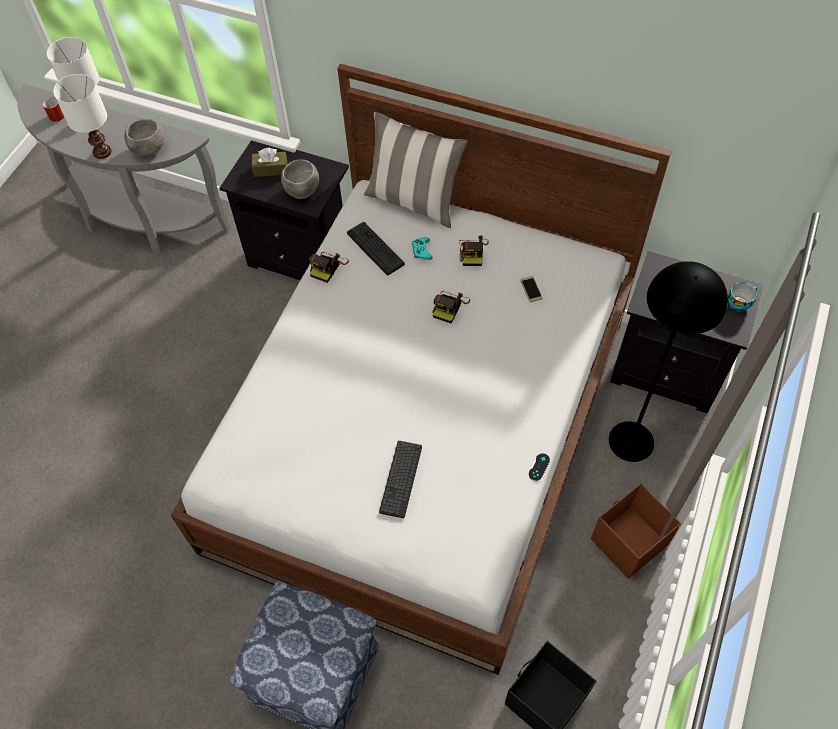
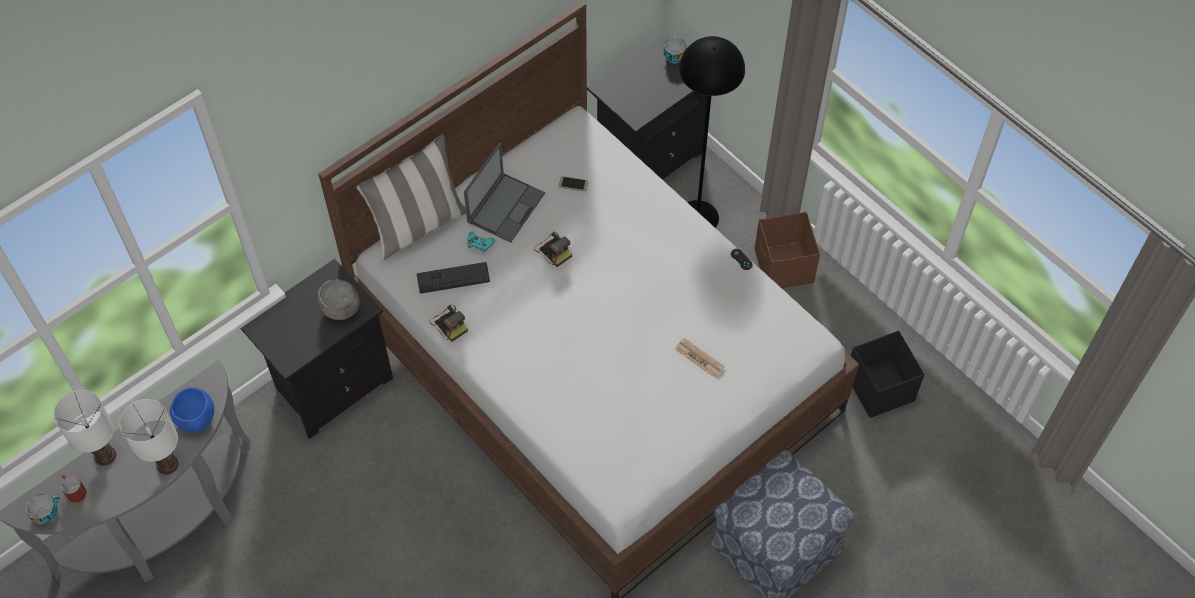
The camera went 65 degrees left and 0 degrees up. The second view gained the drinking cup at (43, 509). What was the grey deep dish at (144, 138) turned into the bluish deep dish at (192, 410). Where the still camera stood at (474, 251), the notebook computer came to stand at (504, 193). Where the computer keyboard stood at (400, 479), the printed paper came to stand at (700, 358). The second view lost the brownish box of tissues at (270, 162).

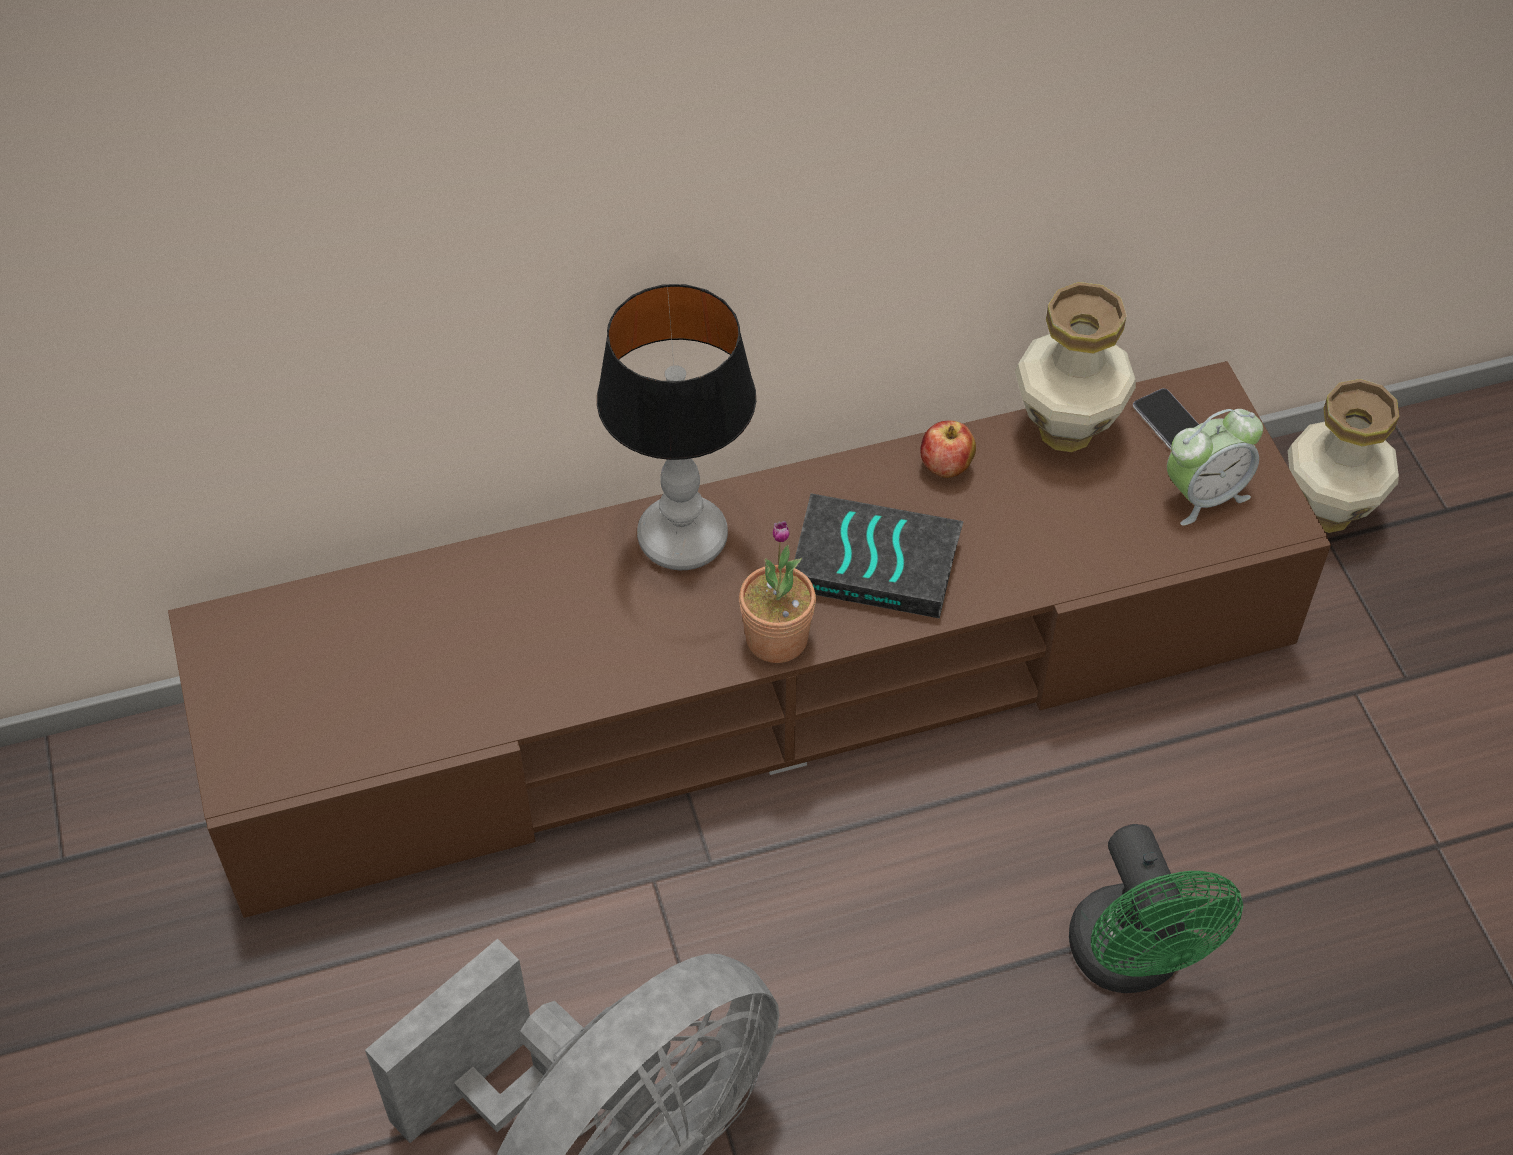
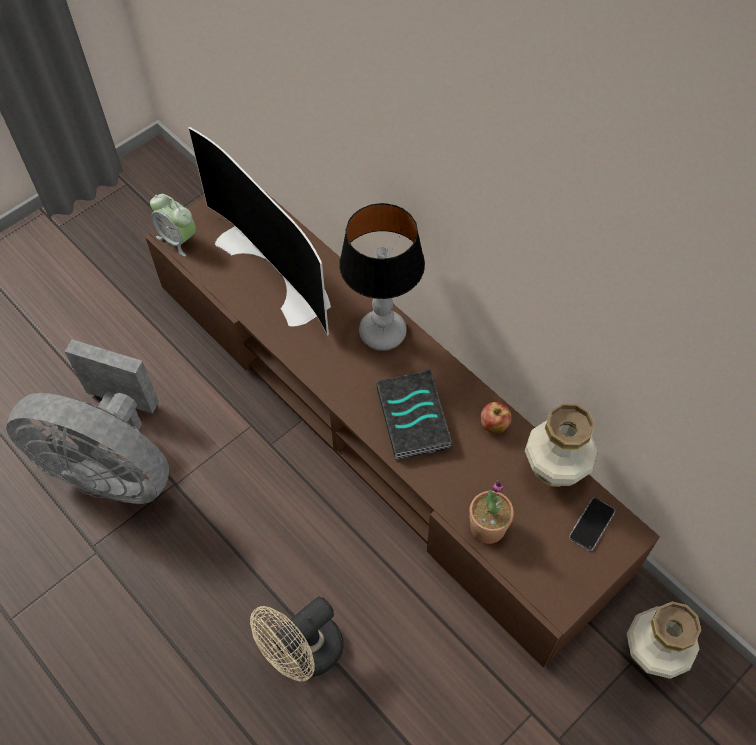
The camera went 65 degrees right and 5 degrees up. The table clock ended up elsewhere, having gone from (1215, 467) to (173, 225). The second view gained the TV set at (259, 231). What was the greenish fan at (1156, 908) turned into the sand-coloured fan at (297, 639). The houseplant ended up elsewhere, having gone from (777, 592) to (491, 512).

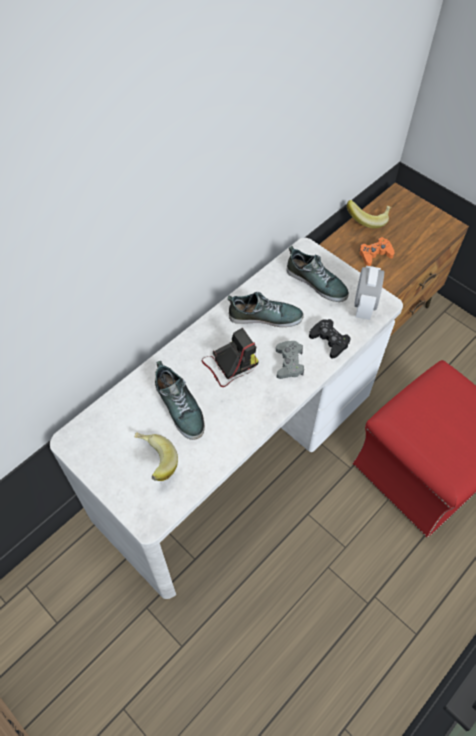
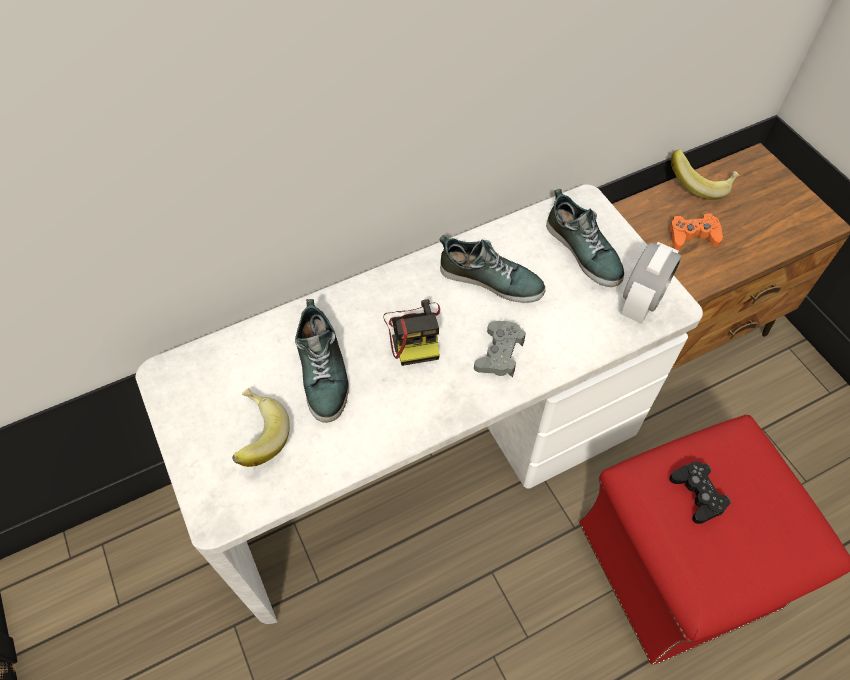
The camera went 20 degrees right and 0 degrees up. The still camera at (230, 357) ended up facing another way, 90 degrees clockwise from before. The black game controller ended up elsewhere, having gone from (330, 338) to (700, 493).

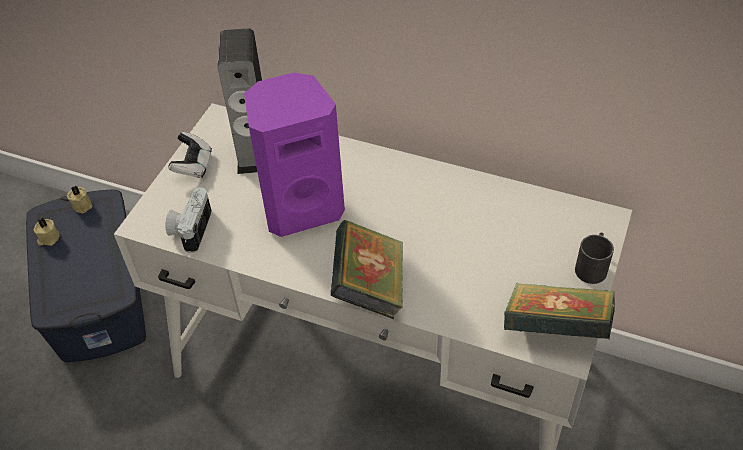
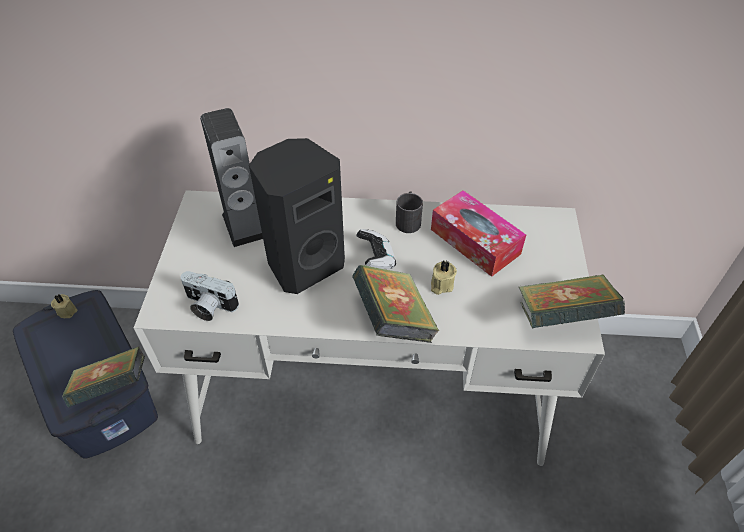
The camera went 20 degrees left and 0 degrees up. The second view gained the volume at (103, 377). The still camera at (188, 220) ended up facing another way, 60 degrees counterclockwise from before. What was the purplish loudspeaker at (294, 155) turned into the black loudspeaker at (297, 216). The game controller ended up elsewhere, having gone from (190, 155) to (376, 249). The black mug ended up elsewhere, having gone from (594, 258) to (409, 212). The second view gained the box of tissues at (478, 233). The sand-coloured wax candle ended up elsewhere, having gone from (46, 232) to (444, 278).

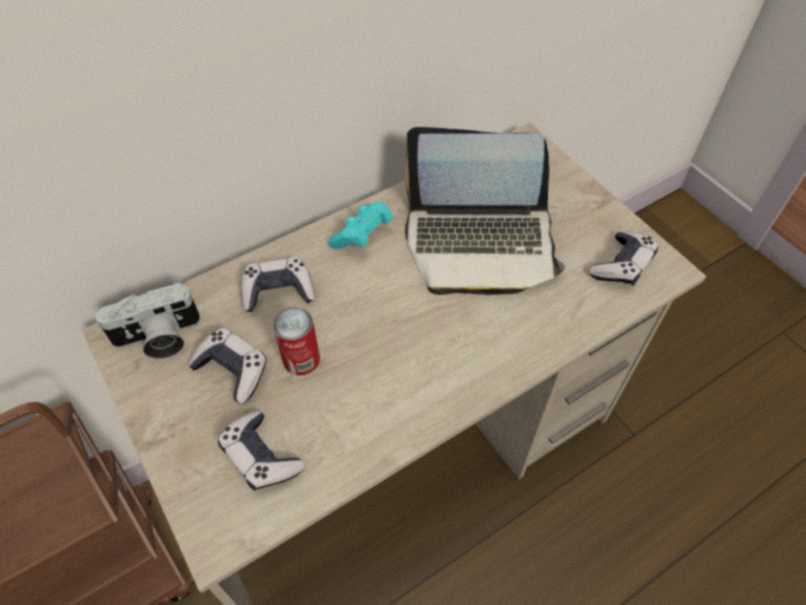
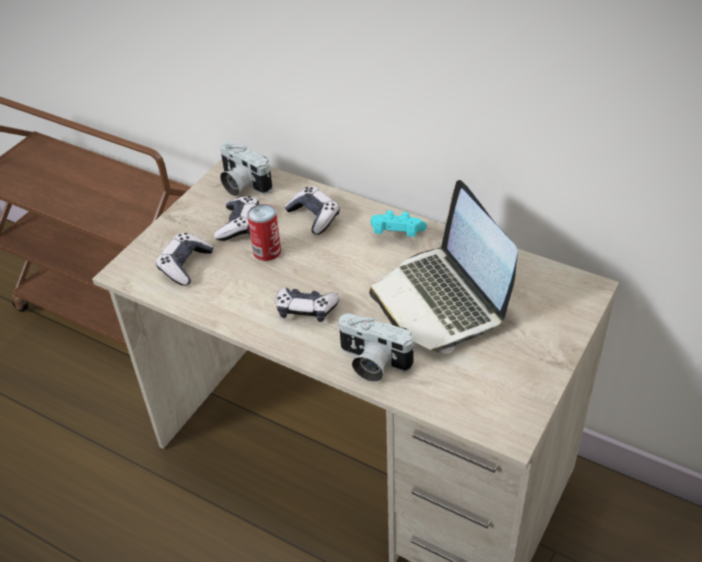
The camera went 65 degrees right and 10 degrees down. The game controller ended up elsewhere, having gone from (623, 258) to (307, 304). The second view gained the still camera at (377, 347).

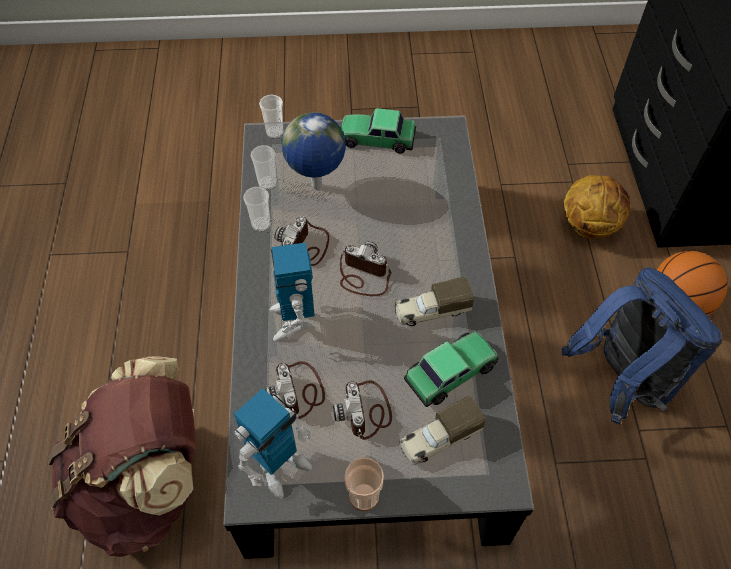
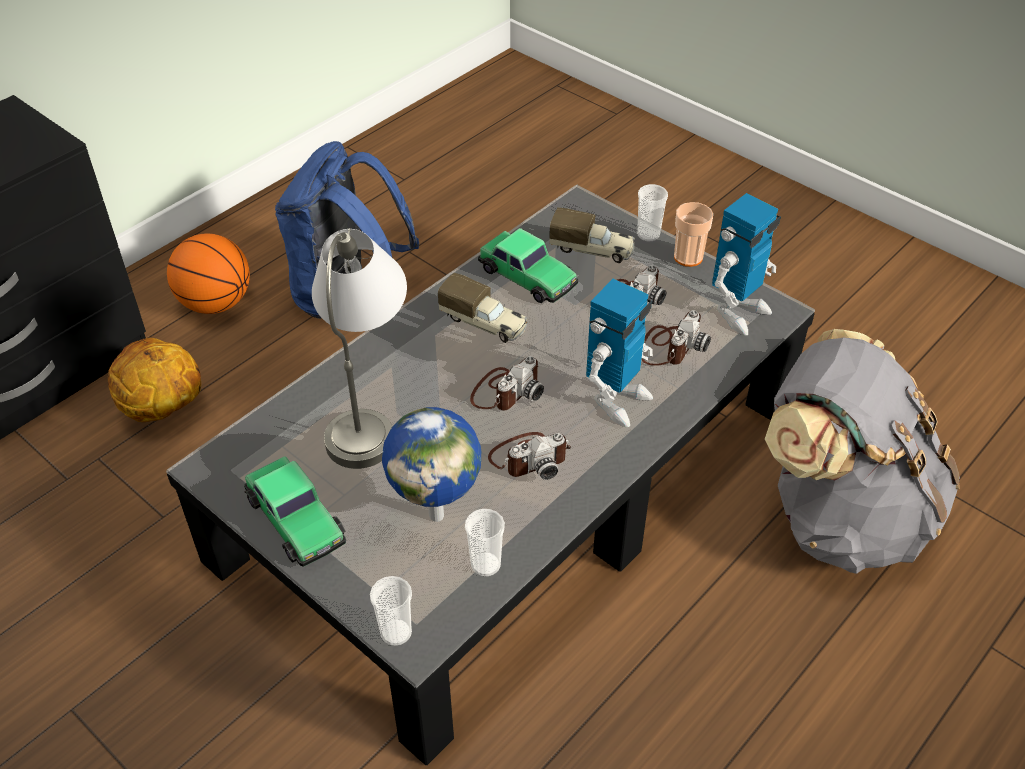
The camera went 135 degrees left and 10 degrees down. The second view gained the grey table lamp at (359, 348). The still camera at (365, 268) ended up facing another way, 120 degrees counterclockwise from before. The miniature car at (451, 369) ended up facing another way, 150 degrees counterclockwise from before. The drinking cup ended up elsewhere, having gone from (257, 209) to (652, 212). The model robot at (273, 443) ended up facing another way, 135 degrees clockwise from before. What was the brownish backpack at (122, 456) turned into the grey backpack at (862, 451).

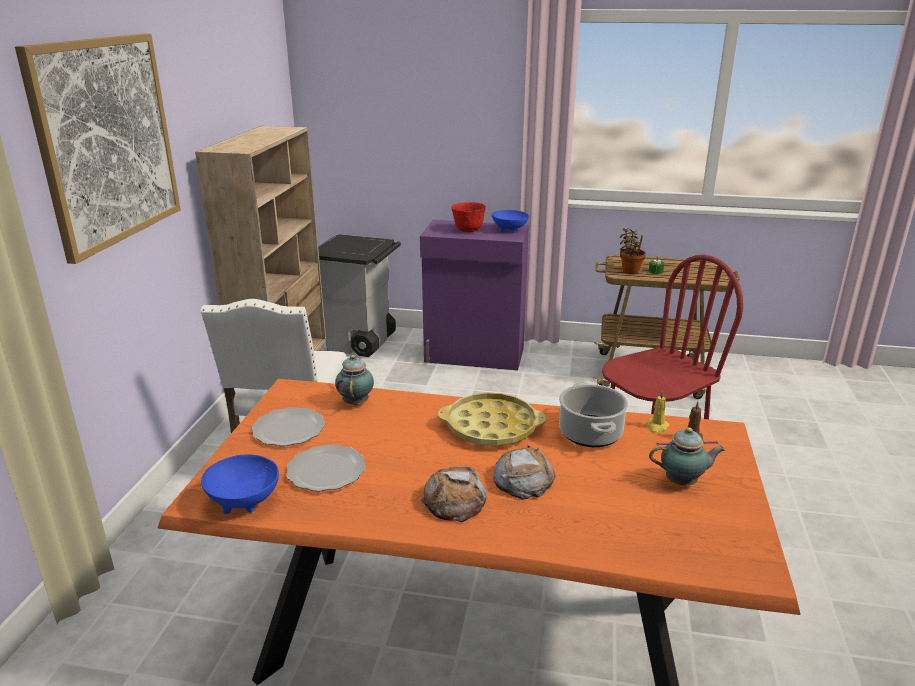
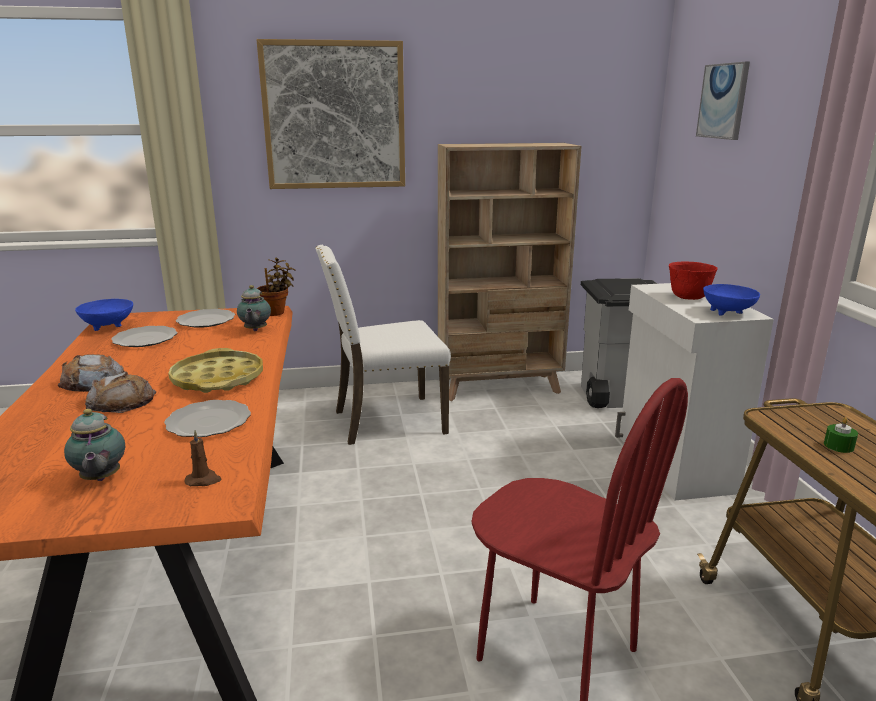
The camera went 70 degrees right and 5 degrees down. Where the saucepot stood at (593, 414), the dinner plate came to stand at (207, 418). The tea pot at (354, 380) ended up facing another way, 105 degrees clockwise from before. The houseplant ended up elsewhere, having gone from (633, 251) to (276, 287). What was the purplish storage cabinet at (474, 295) turned into the white-coloured storage cabinet at (694, 391). The second view gained the picture at (723, 101). The second view lost the yellow wax candle at (658, 411).

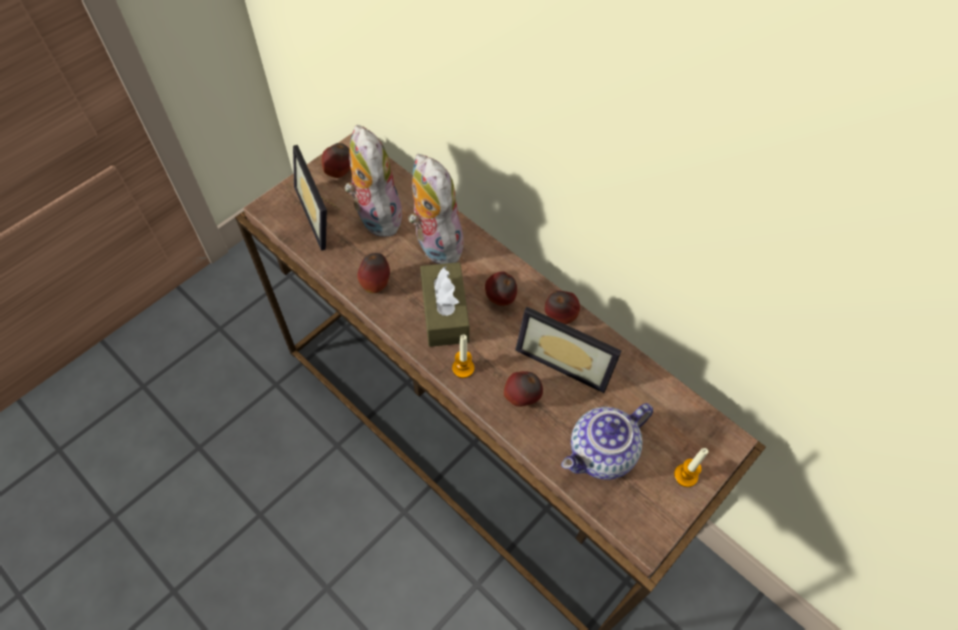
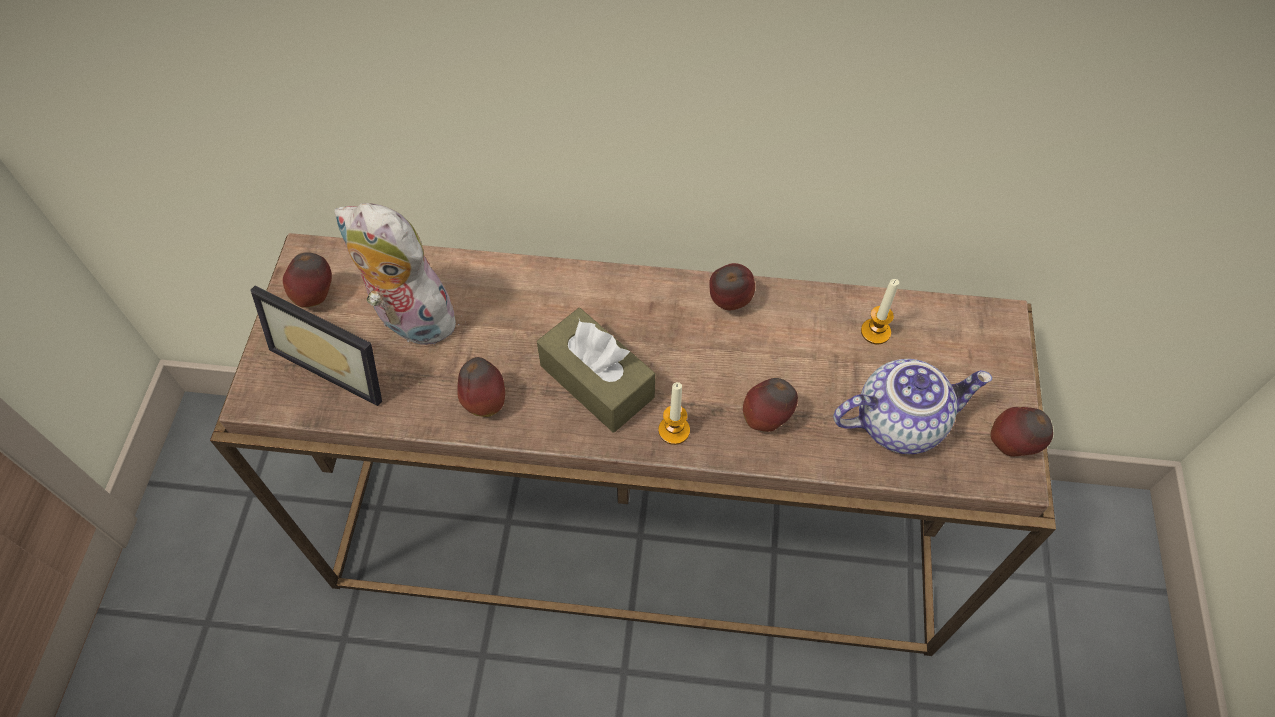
The camera went 35 degrees left and 0 degrees up. The tea pot at (607, 441) ended up facing another way, 120 degrees counterclockwise from before. The wax candle ended up elsewhere, having gone from (691, 467) to (880, 311). The apple ended up elsewhere, having gone from (501, 288) to (1021, 431). The second view lost the cuddly toy at (436, 209). The second view lost the picture frame at (568, 350).

